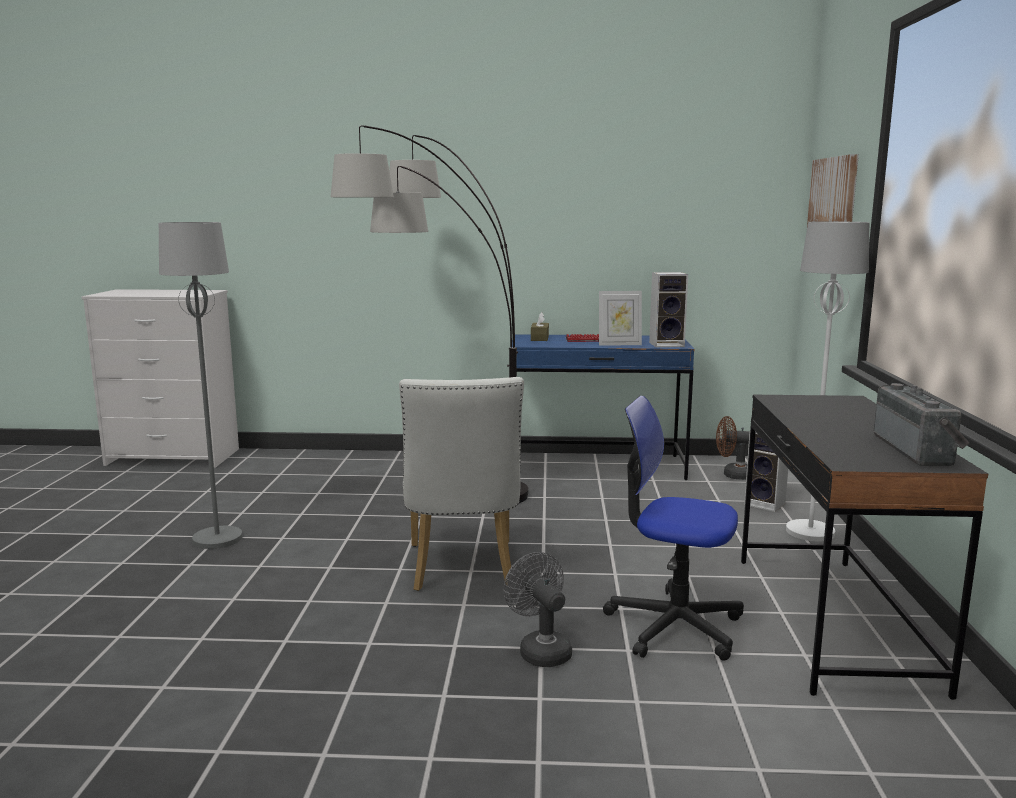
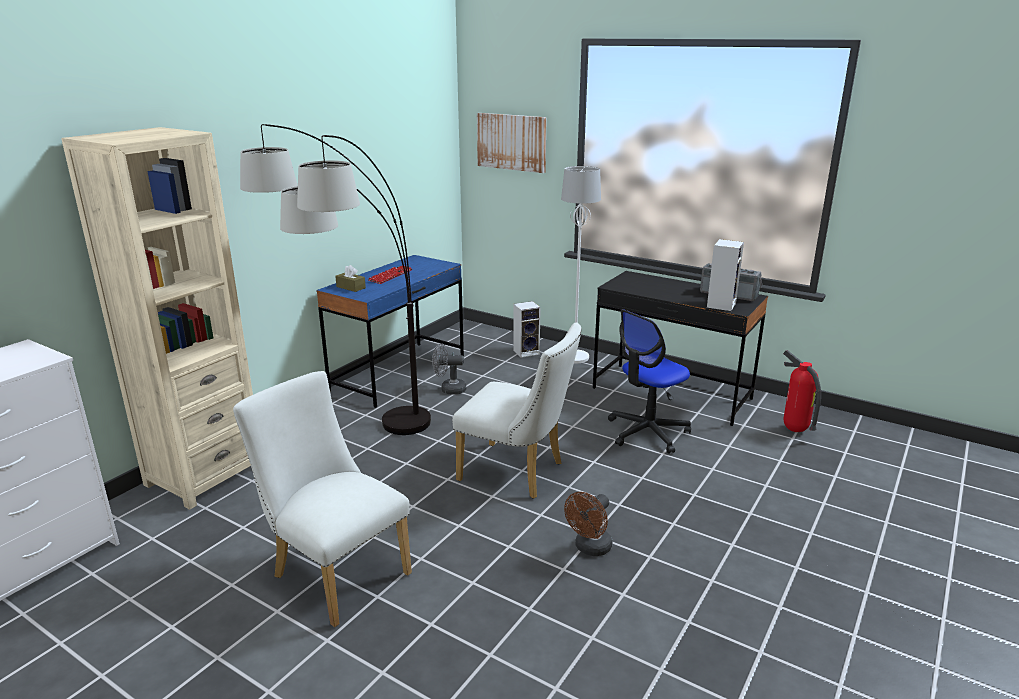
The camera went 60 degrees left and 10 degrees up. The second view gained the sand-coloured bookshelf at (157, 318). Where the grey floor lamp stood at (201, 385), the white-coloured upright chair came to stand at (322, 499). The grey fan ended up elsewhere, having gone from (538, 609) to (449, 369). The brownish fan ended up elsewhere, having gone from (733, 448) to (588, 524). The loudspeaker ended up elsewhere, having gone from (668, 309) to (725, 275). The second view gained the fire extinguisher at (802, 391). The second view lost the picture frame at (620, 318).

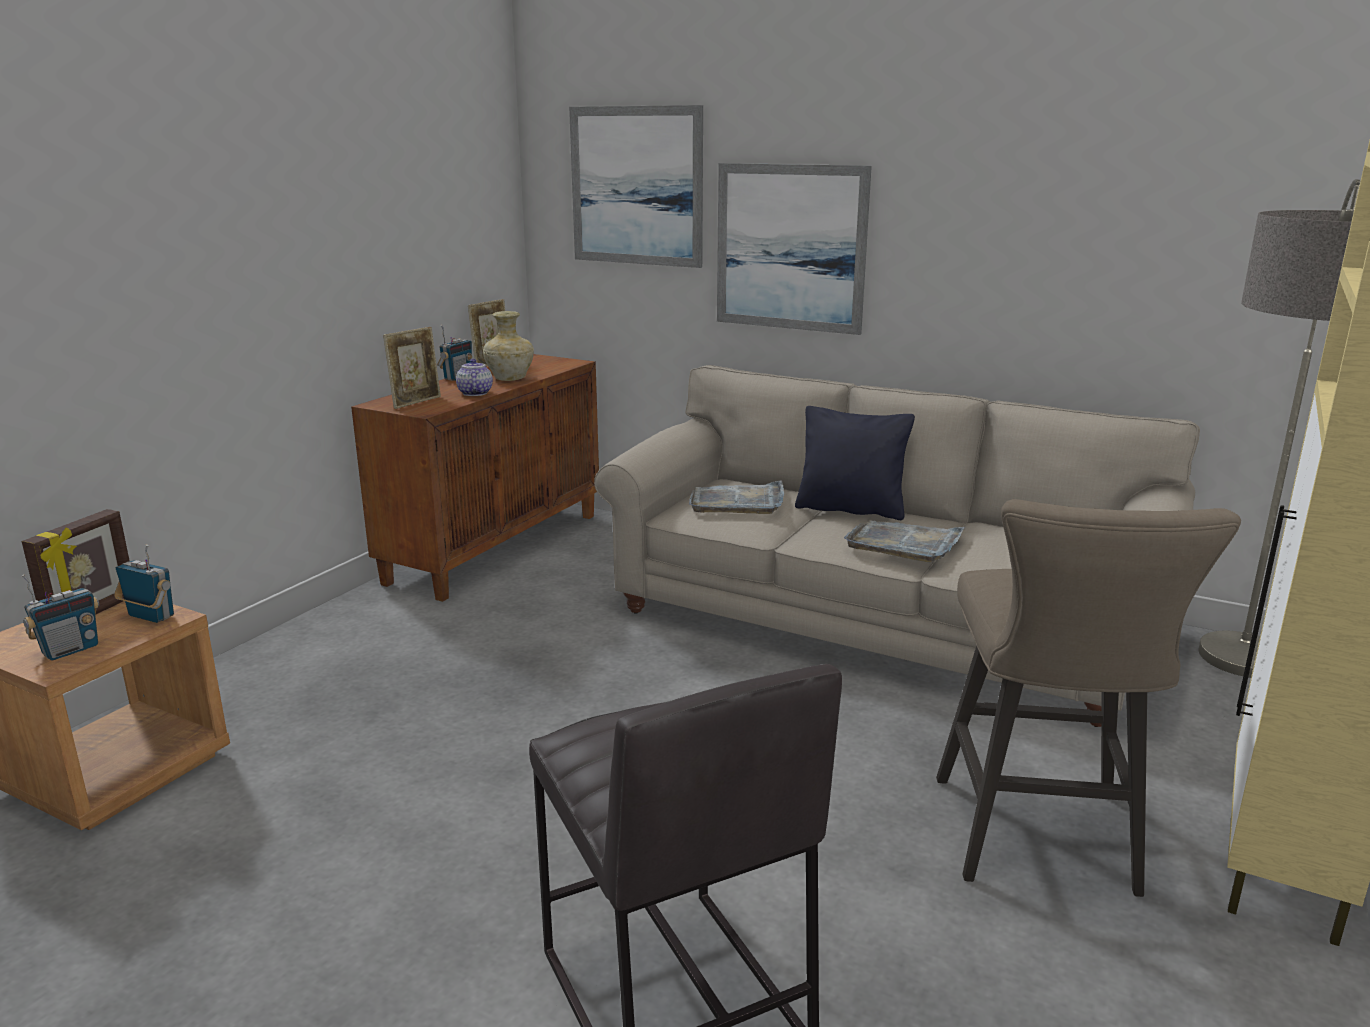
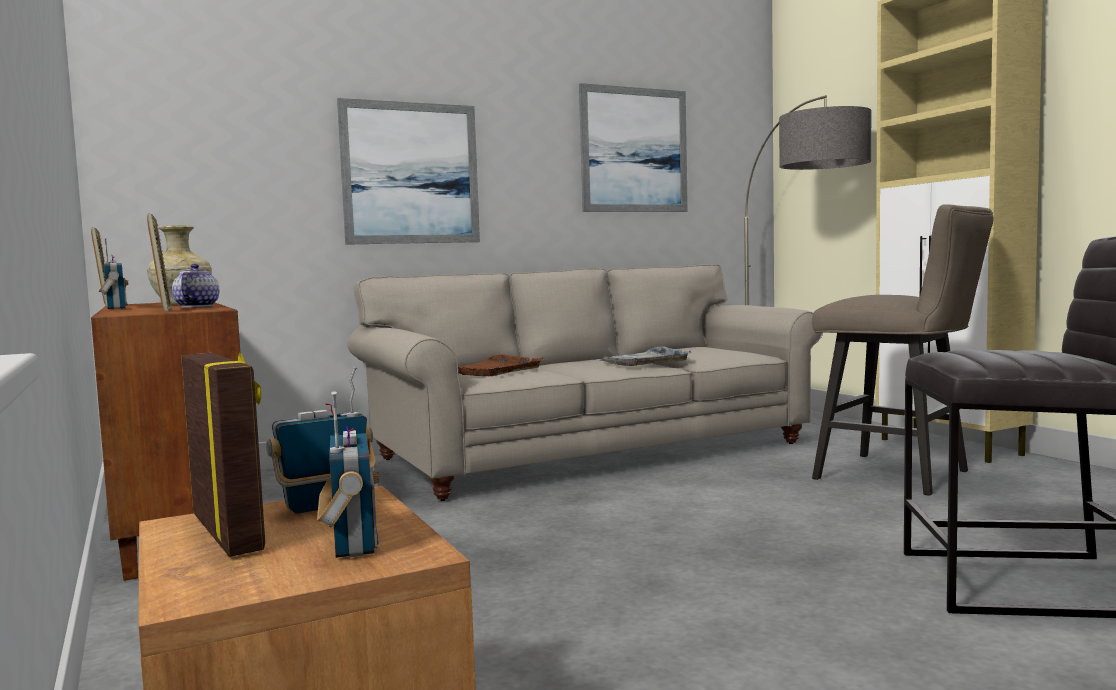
The camera went 55 degrees left and 15 degrees down. The tea pot at (474, 377) ended up facing another way, 60 degrees clockwise from before. What was the grey tray at (736, 497) turned into the brownish tray at (500, 365). The picture ended up elsewhere, having gone from (636, 186) to (633, 147). The second view lost the black cushion at (855, 463).

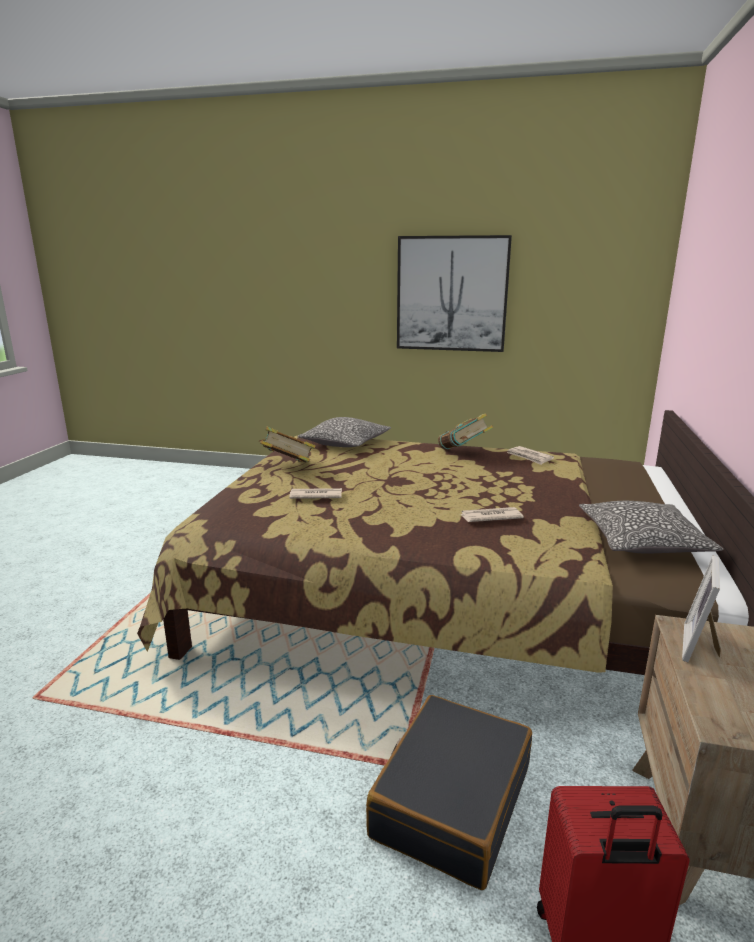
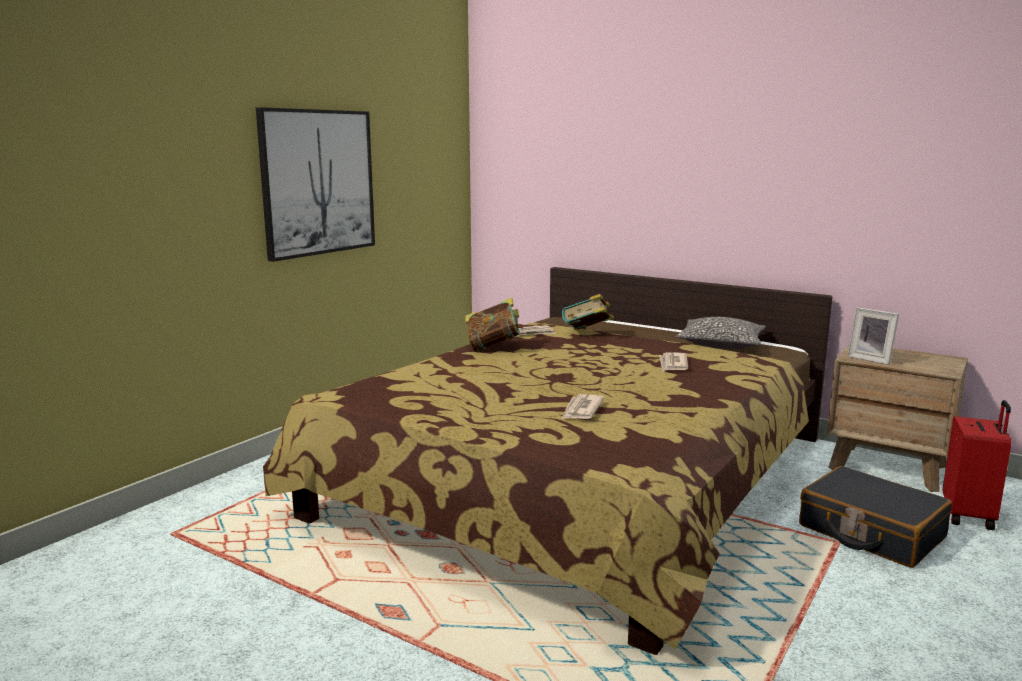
The camera went 70 degrees left and 5 degrees down. The volume ended up elsewhere, having gone from (287, 445) to (588, 312). The second view lost the cushion at (344, 432).

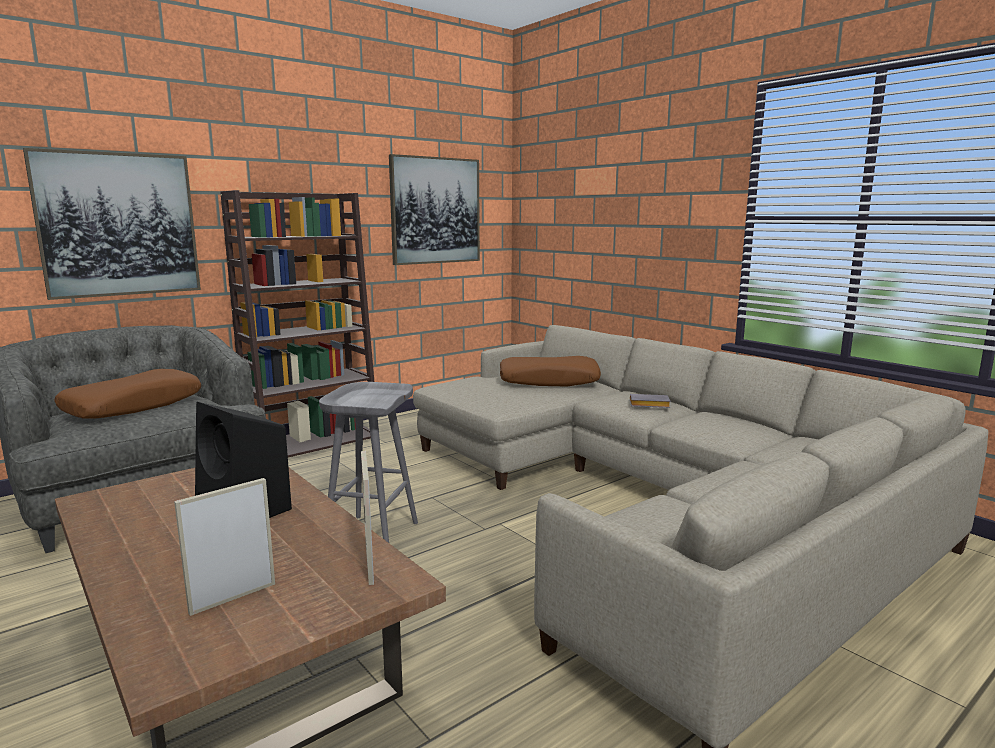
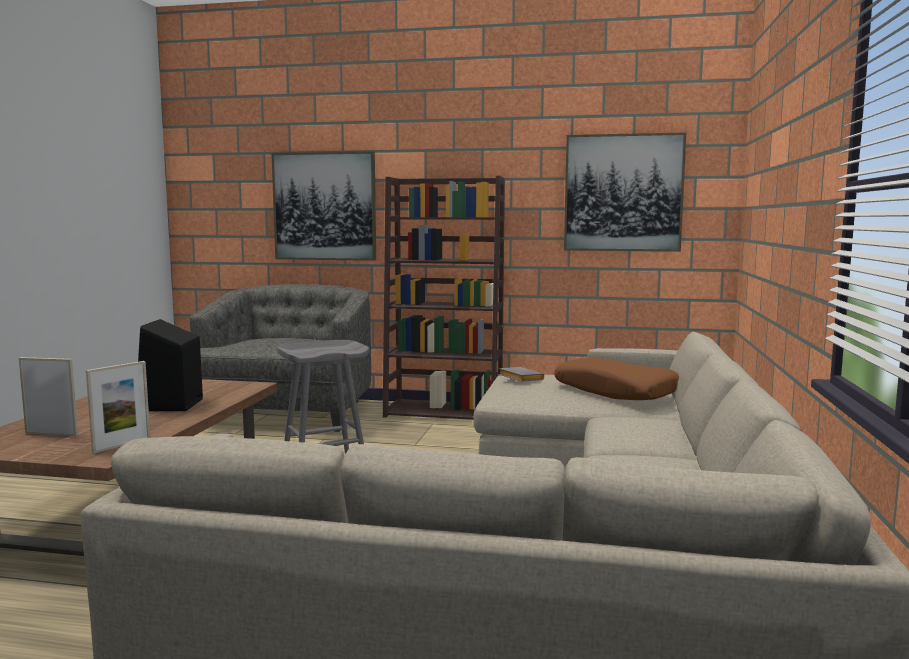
The camera went 50 degrees right and 5 degrees down. The grey volume ended up elsewhere, having gone from (650, 401) to (521, 374). The second view lost the brownish cushion at (127, 394).

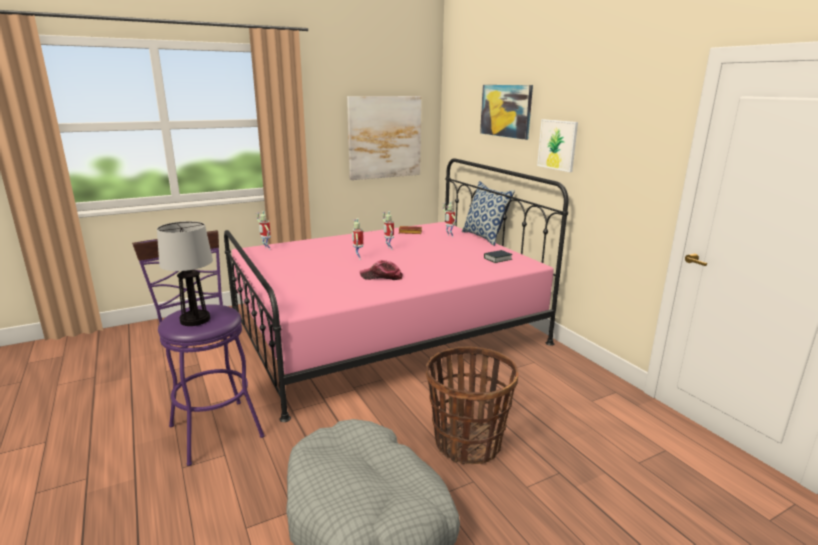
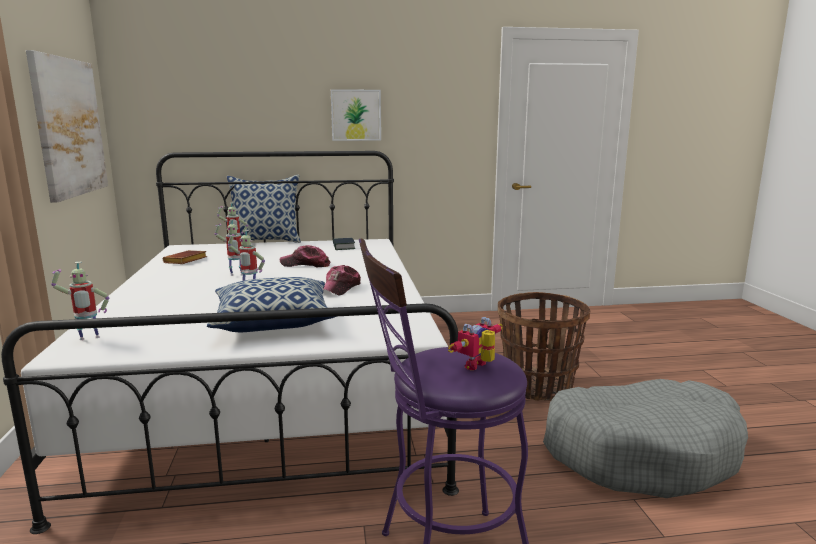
The camera went 70 degrees left and 5 degrees down. What was the pink bed at (396, 290) turned into the white-coloured bed at (230, 342). The second view gained the cushion at (270, 304). The second view gained the peaked cap at (305, 256). Where the table lamp stood at (185, 273), the model robot came to stand at (475, 343). The second view lost the picture at (506, 112).

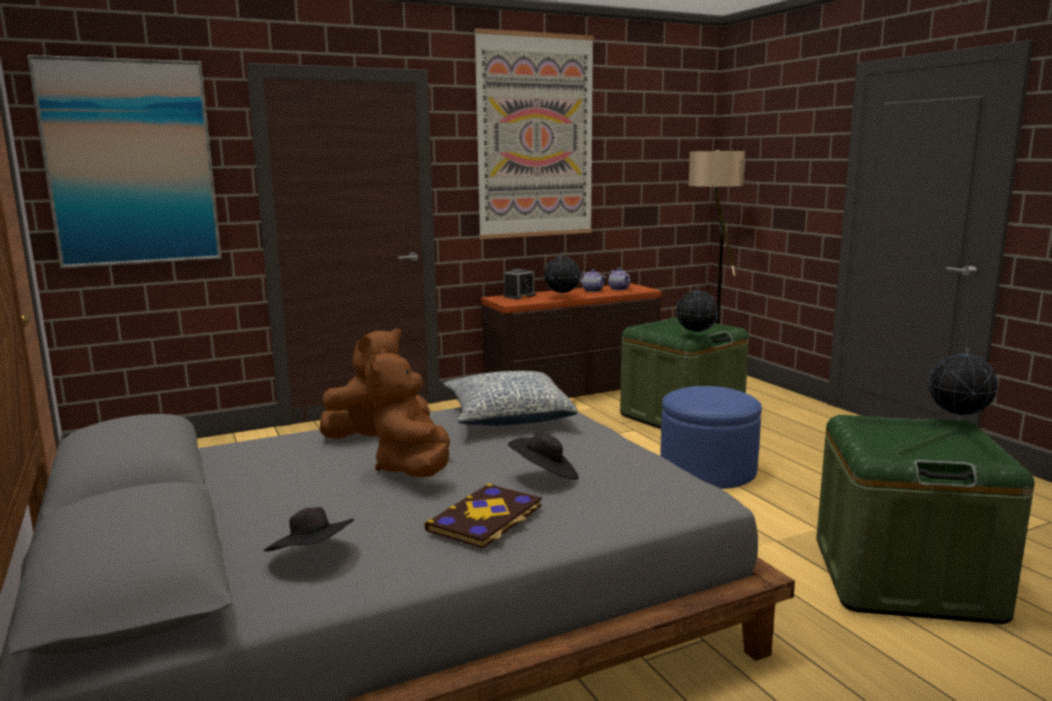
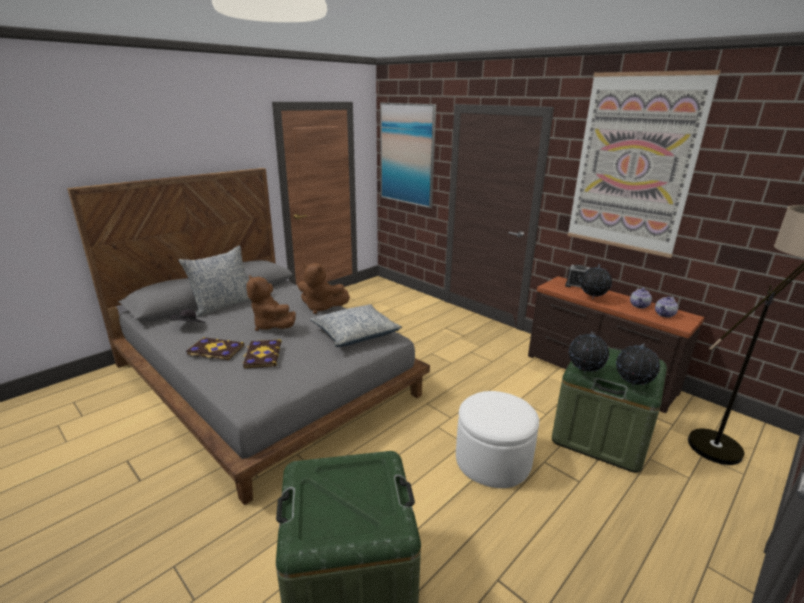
The camera went 70 degrees right and 10 degrees up. The second view gained the cushion at (214, 281). Where the black clothing hat stood at (543, 456), the volume came to stand at (261, 354). The brownish cuddly toy at (407, 413) ended up facing another way, 105 degrees counterclockwise from before. What was the bluish ottoman at (711, 437) turned into the white-coloured ottoman at (497, 439). The world globe ended up elsewhere, having gone from (963, 384) to (638, 364).

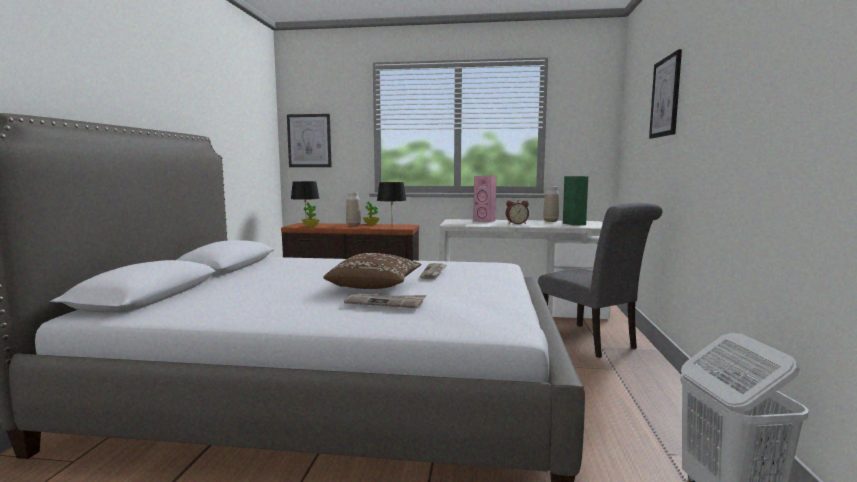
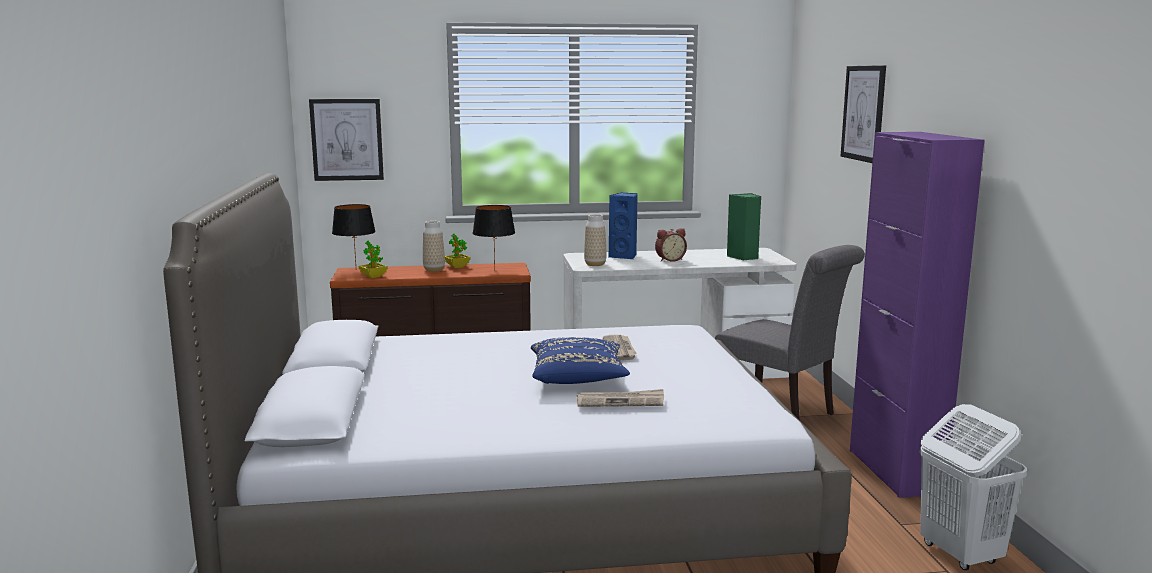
The camera went 15 degrees left and 5 degrees up. What was the brownish cushion at (372, 271) turned into the bluish cushion at (580, 360). The decorative vase ended up elsewhere, having gone from (551, 204) to (595, 240). What was the pink loudspeaker at (484, 199) turned into the bluish loudspeaker at (623, 226). The second view gained the purplish storage cabinet at (917, 315).

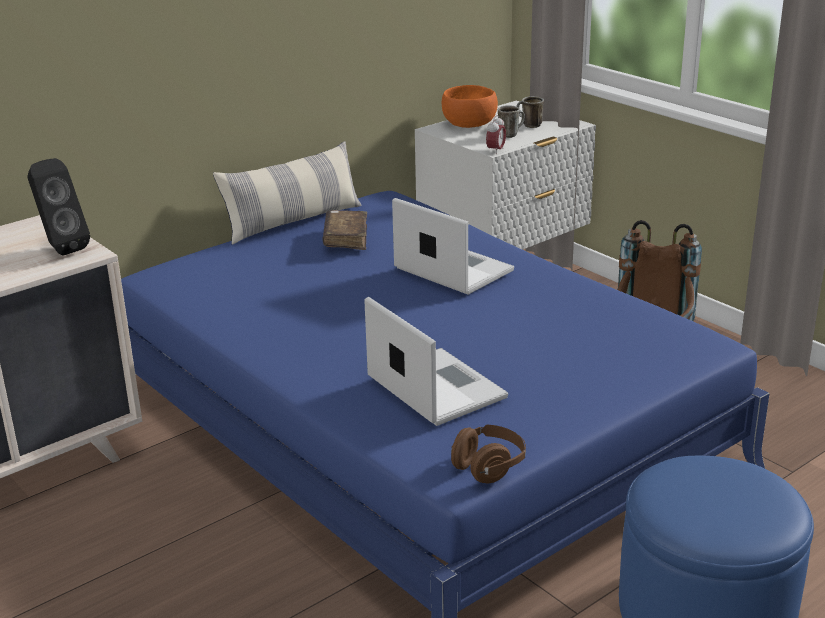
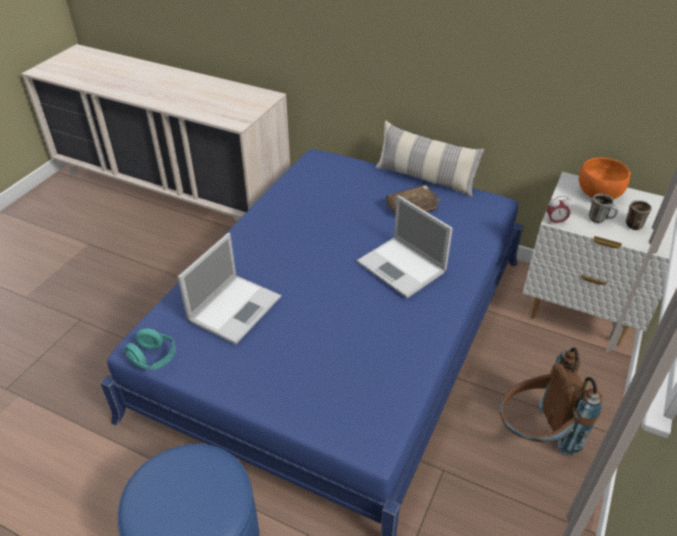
The camera went 65 degrees right and 15 degrees up. What was the brownish headphones at (488, 454) turned into the blue-green headphones at (150, 349). The notebook computer at (453, 246) ended up facing another way, 120 degrees clockwise from before. The second view lost the black loudspeaker at (58, 207).

